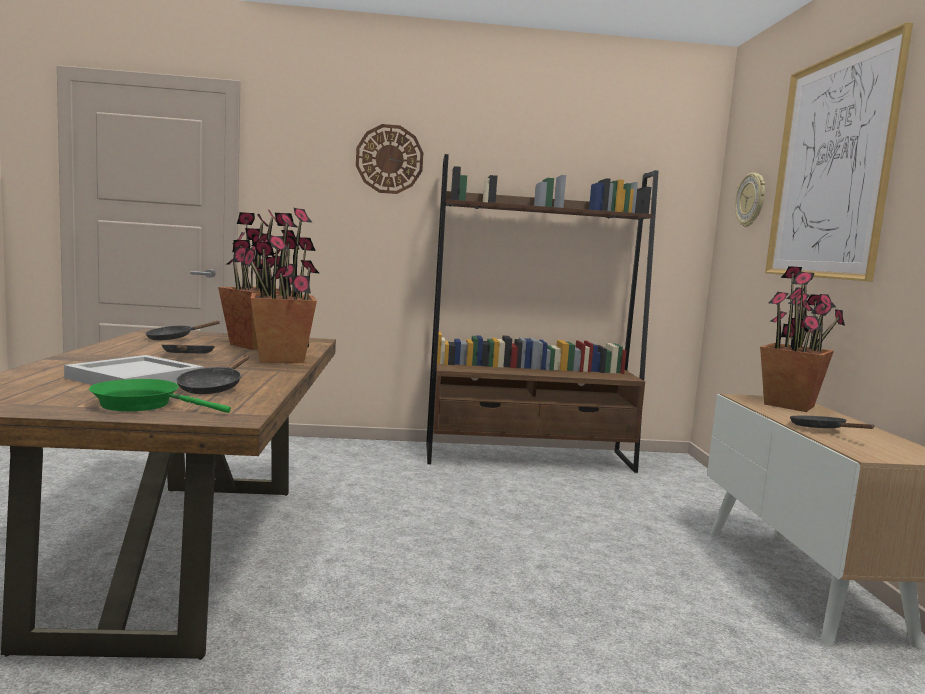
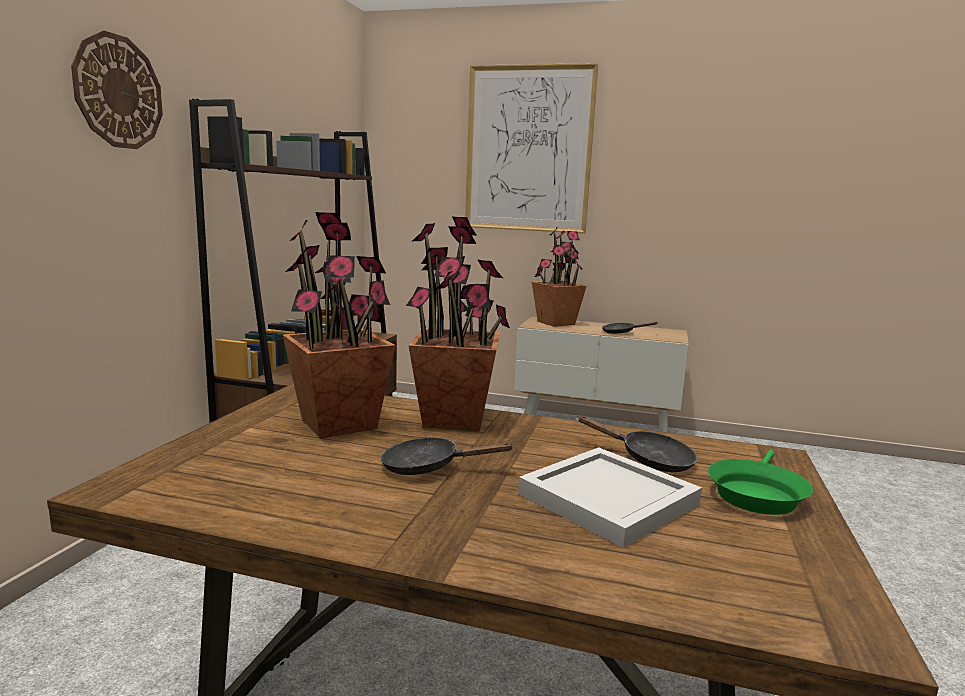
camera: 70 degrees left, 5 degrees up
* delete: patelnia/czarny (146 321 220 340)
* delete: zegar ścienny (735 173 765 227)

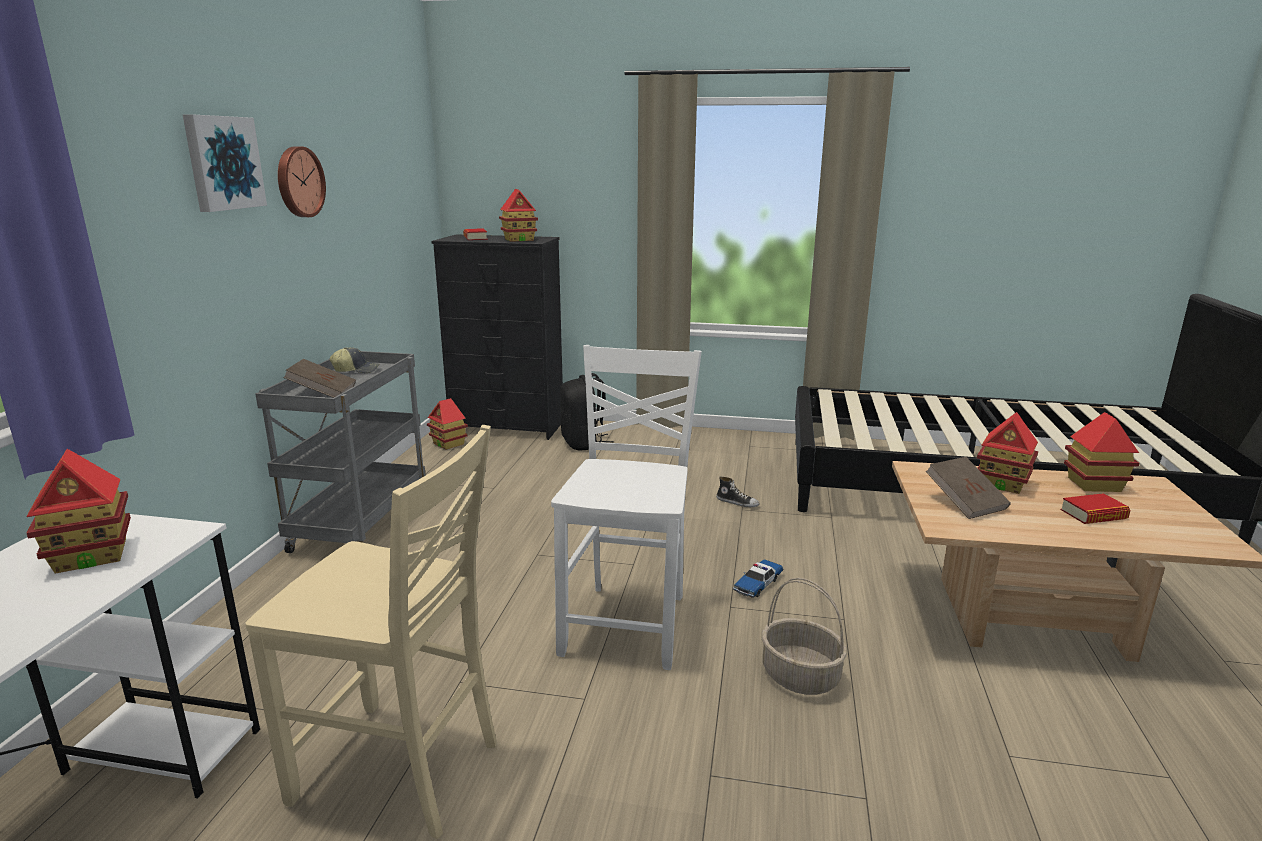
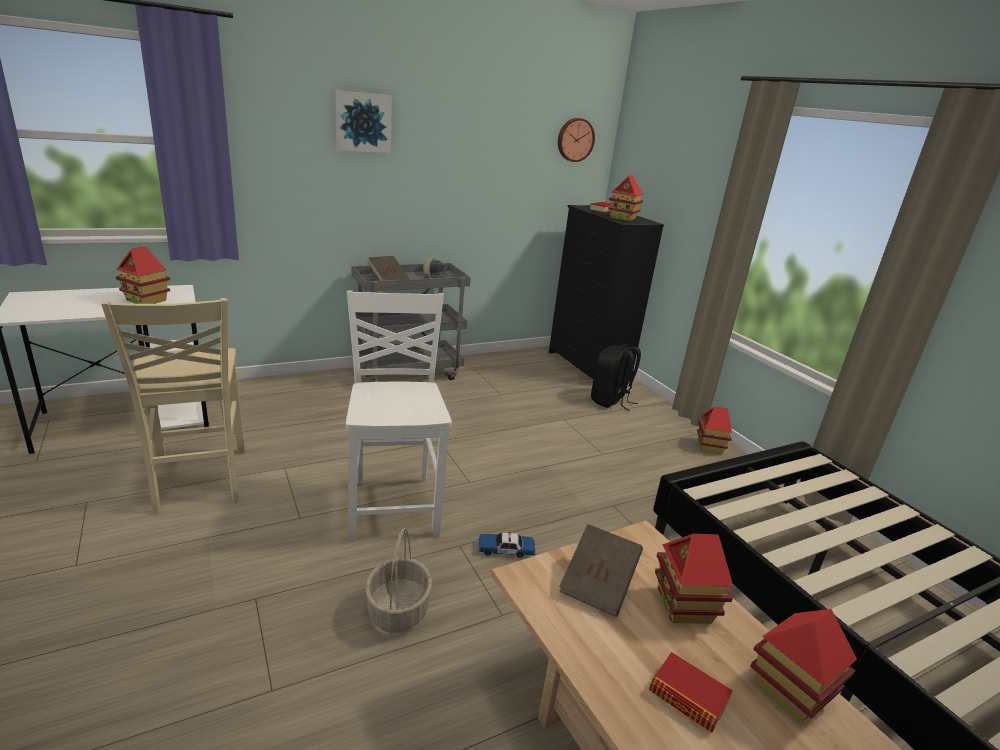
camera: 50 degrees right, 5 degrees up
* rotate: krzesło/biały (551 345 702 670) = (346 290 452 542) 75 degrees counterclockwise
* move: zegar ścienny (278 146 326 217) to (558 118 595 162)
* move: domek (427 398 468 450) to (697 406 732 454)
* delete: but (716 477 760 507)

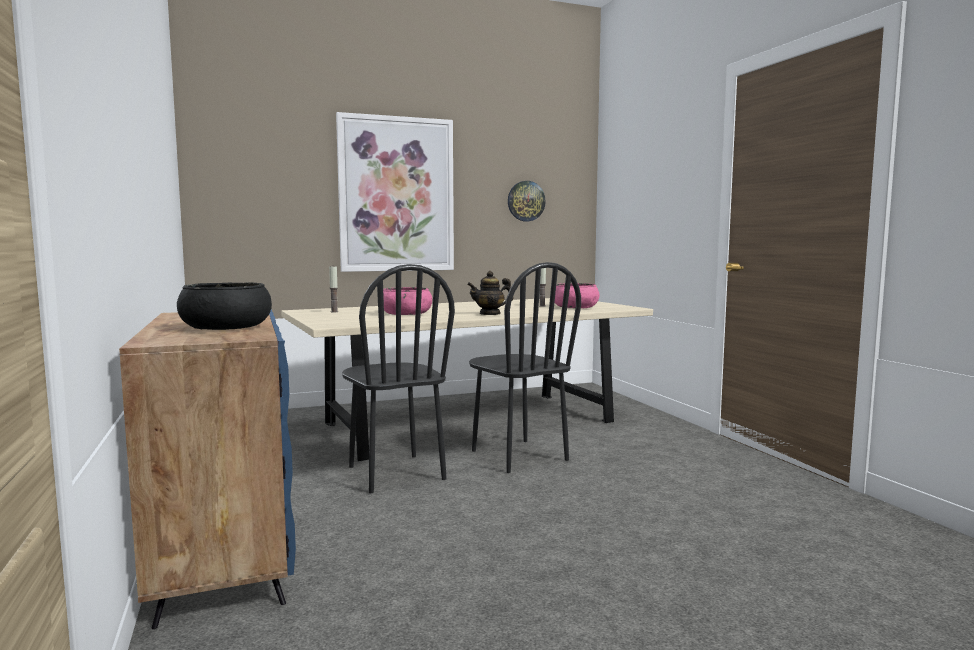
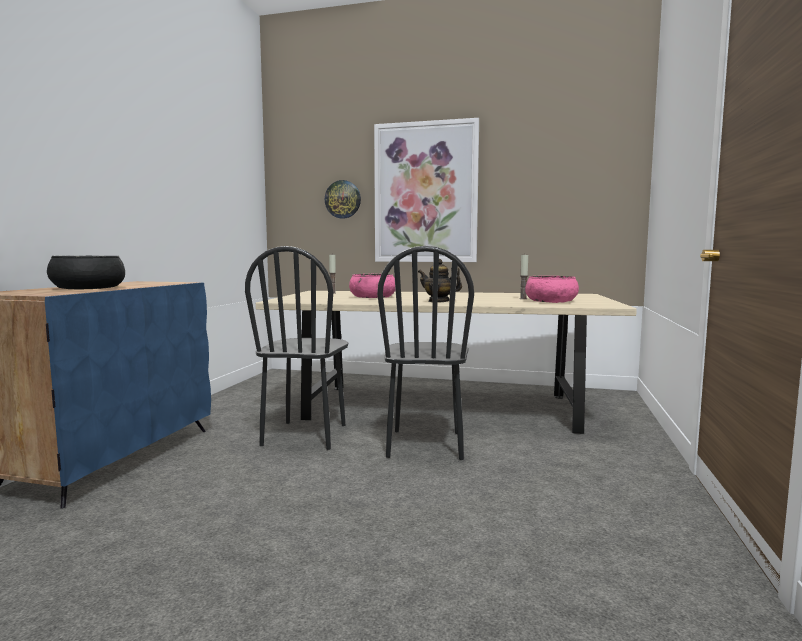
camera: 35 degrees right, 0 degrees up
* move: zegar ścienny (508 181 546 221) to (325 180 361 219)

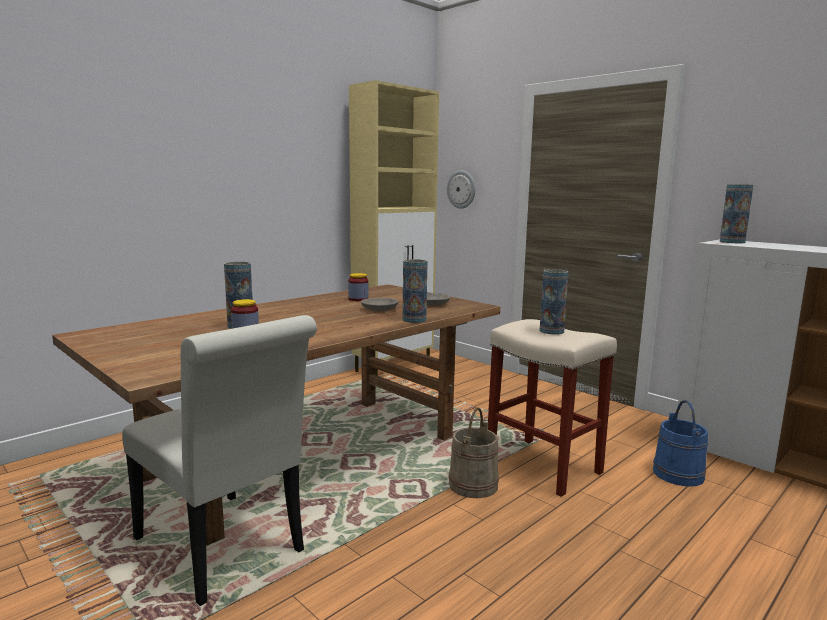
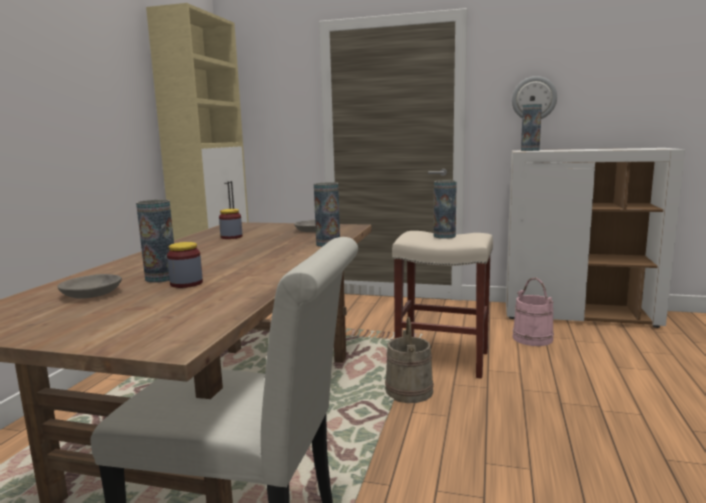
camera: 30 degrees left, 0 degrees up
* move: miska/szary (361 298 398 311) to (58 274 122 299)
* move: zegar ścienny (447 170 475 209) to (512 76 557 119)
* recolor: wiadro/niebieski (653 400 708 487) to wiadro/różowy (512 278 554 346)

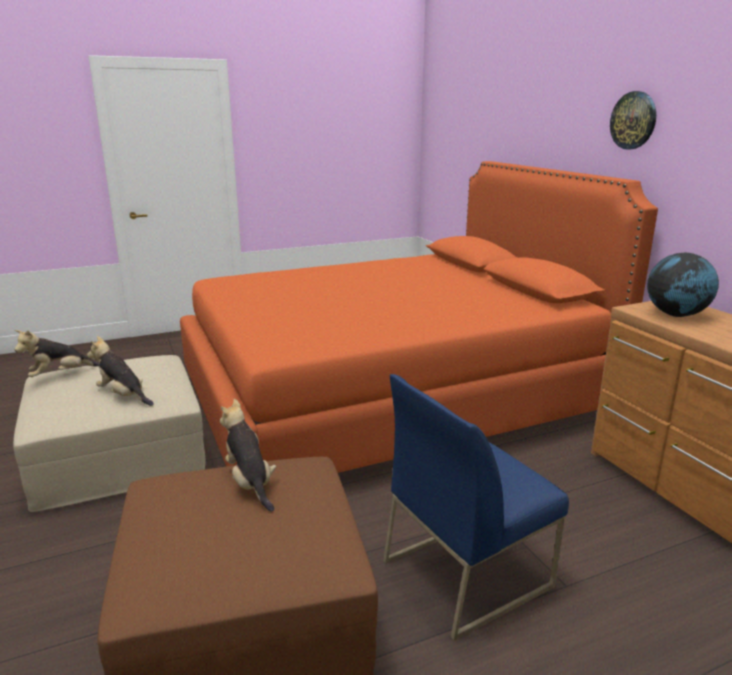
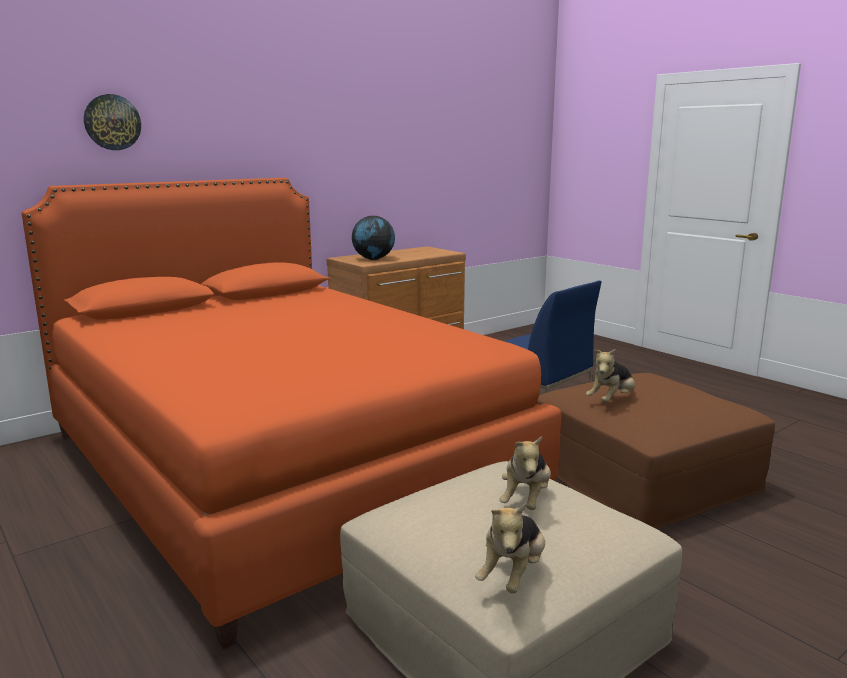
camera: 105 degrees left, 5 degrees down
* move: zegar ścienny (610 91 656 150) to (84 94 141 150)
* rotate: pluszak (14 330 99 377) = (475 503 545 593) 75 degrees clockwise

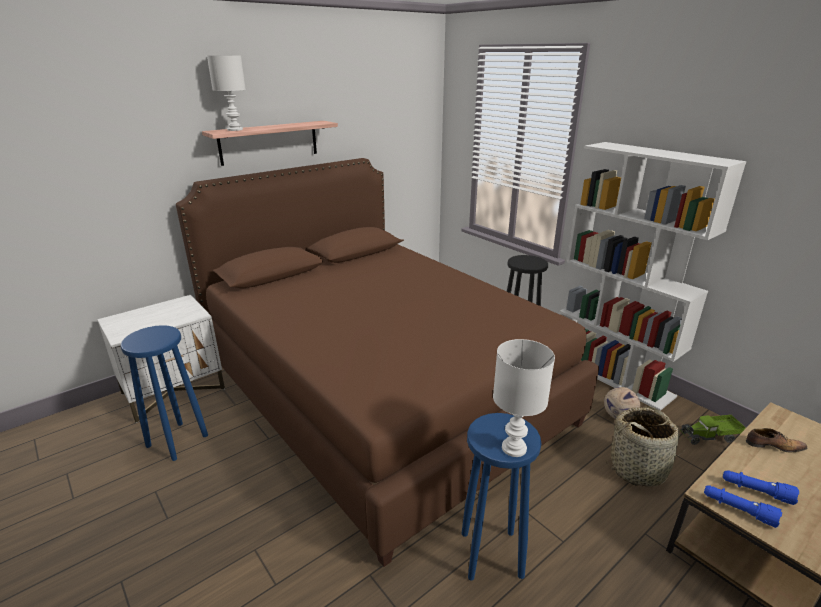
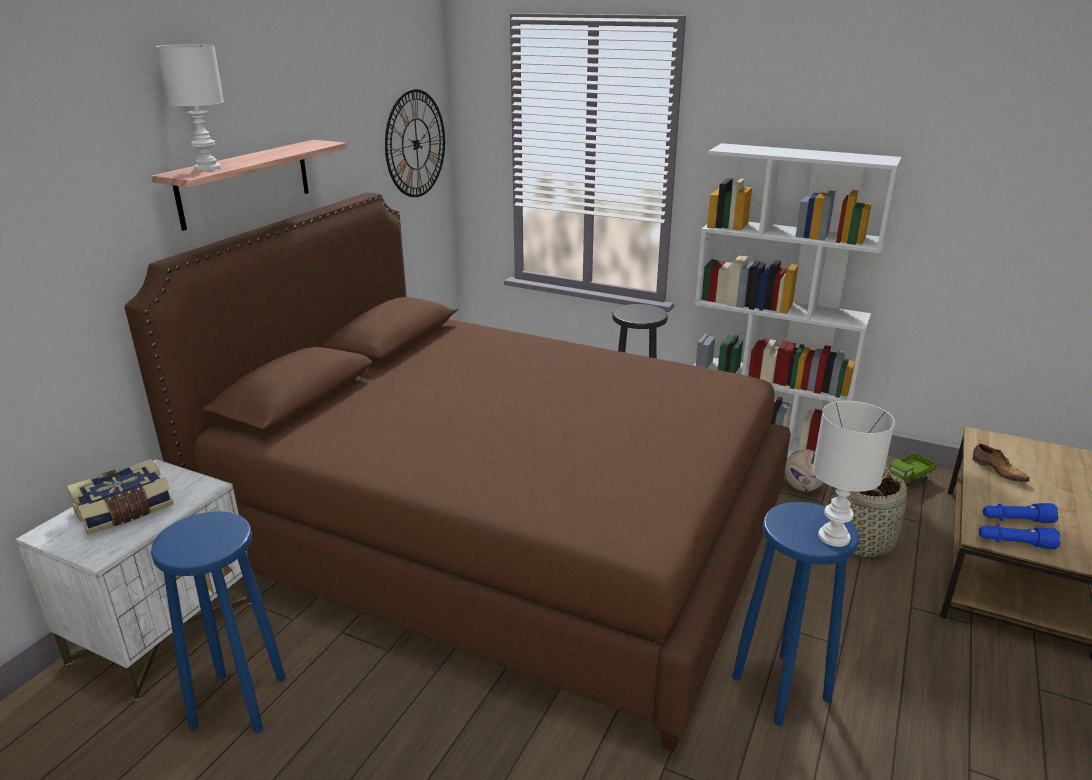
camera: 25 degrees left, 0 degrees up
* insert: książka (66 459 173 535)
* insert: zegar ścienny (385 89 445 197)
* rotate: but (746 428 807 452) = (972 444 1030 482) 75 degrees clockwise

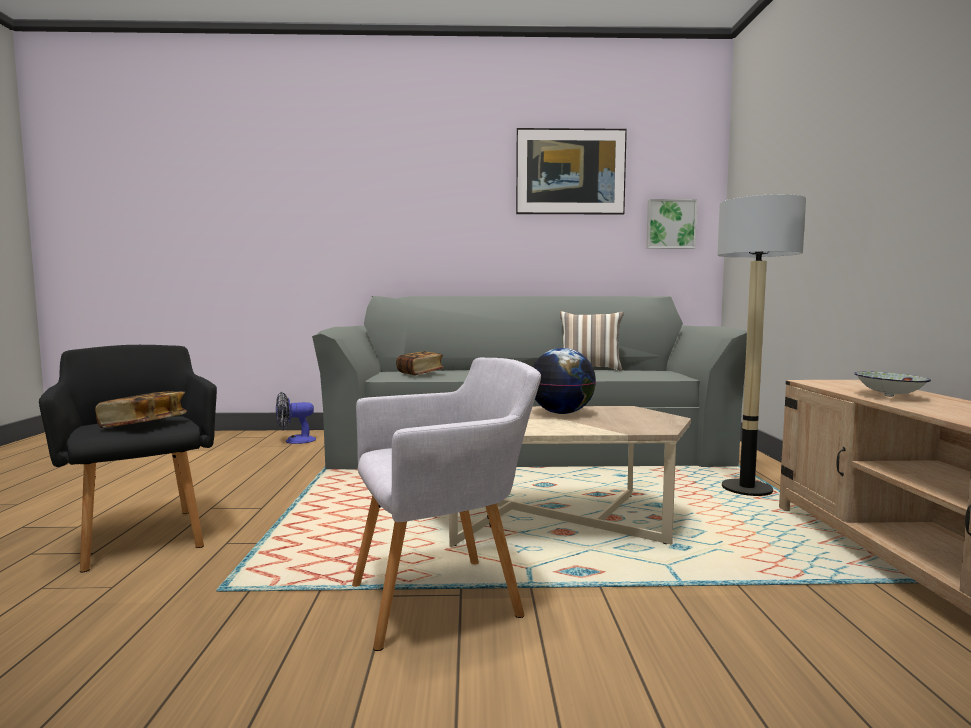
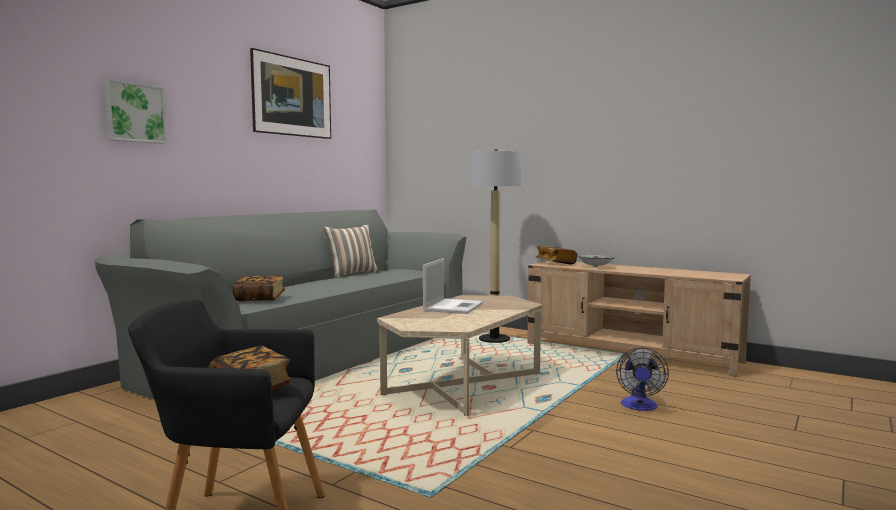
camera: 55 degrees left, 0 degrees up
* move: obraz (646 199 697 249) to (104 79 167 144)
* replace: globus (533 348 596 414) to laptop (423 258 483 314)
* insert: książka (536 246 577 265)
* move: wentylator (276 392 316 444) to (616 348 669 411)
* delete: fotel/szary (352 358 541 651)

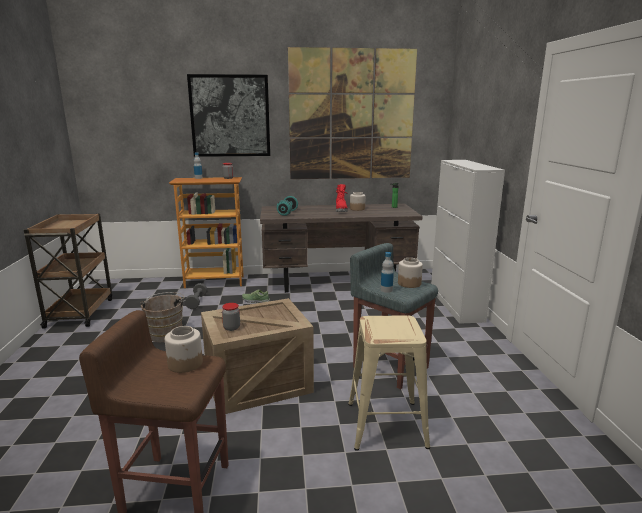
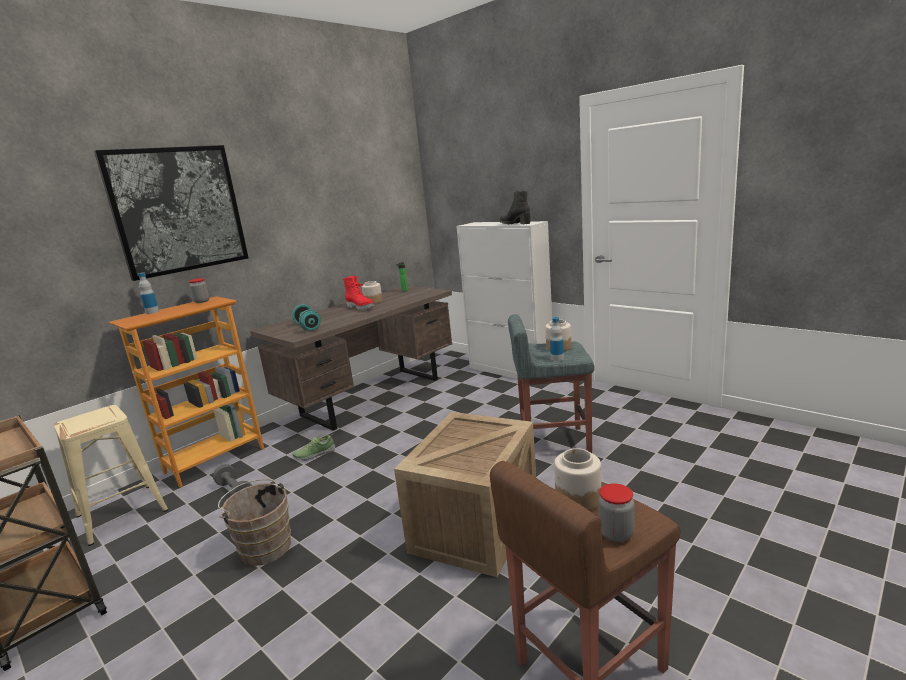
camera: 40 degrees left, 0 degrees up
* move: stołek/beżowy (348 315 430 451) to (54 405 168 546)
* insert: but z cholewką/czarny (500 191 530 224)
* move: słoik (222 303 240 331) to (598 484 634 542)
* delete: obraz (288 47 417 179)

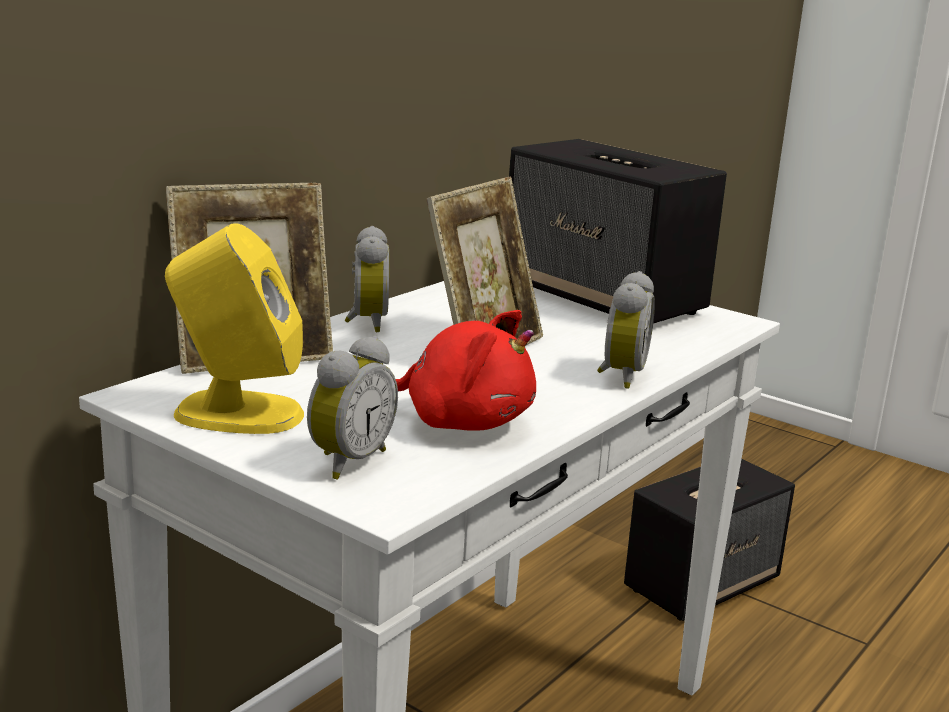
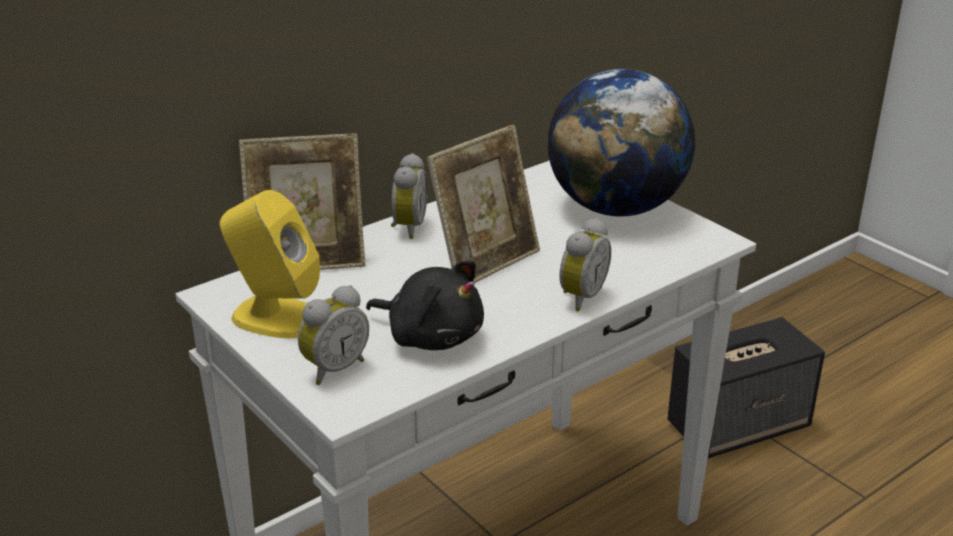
camera: 15 degrees right, 10 degrees up
* recolor: pluszak/czerwony (396 310 536 431) to pluszak/czarny (366 260 484 350)
* replace: głośnik (509 139 727 324) to globus (548 69 695 217)

